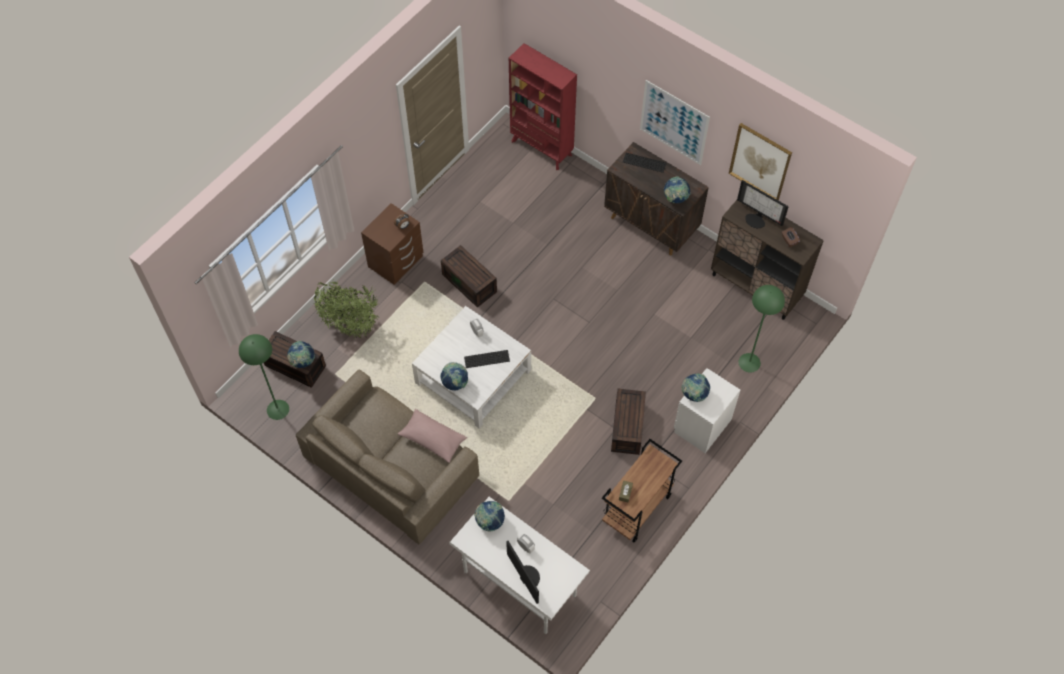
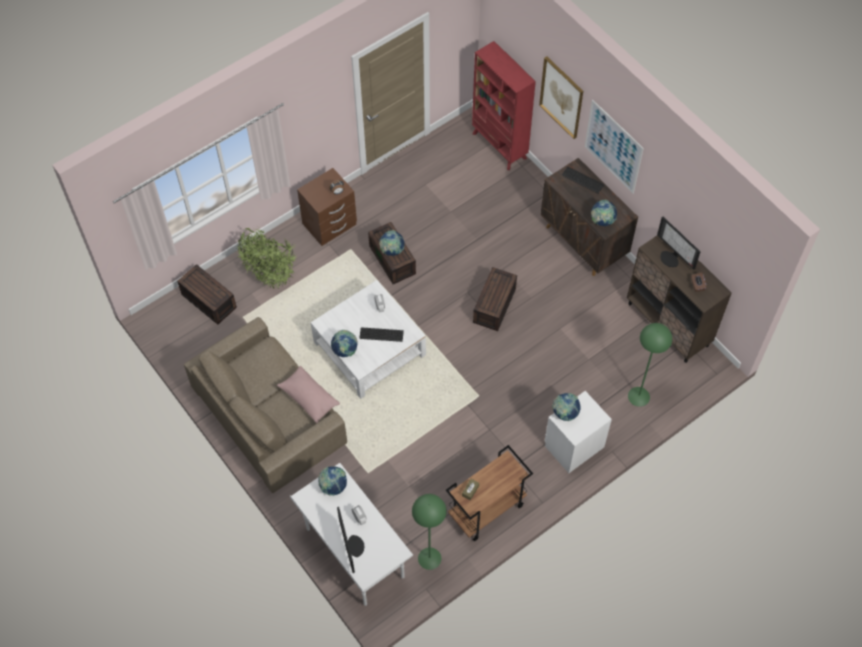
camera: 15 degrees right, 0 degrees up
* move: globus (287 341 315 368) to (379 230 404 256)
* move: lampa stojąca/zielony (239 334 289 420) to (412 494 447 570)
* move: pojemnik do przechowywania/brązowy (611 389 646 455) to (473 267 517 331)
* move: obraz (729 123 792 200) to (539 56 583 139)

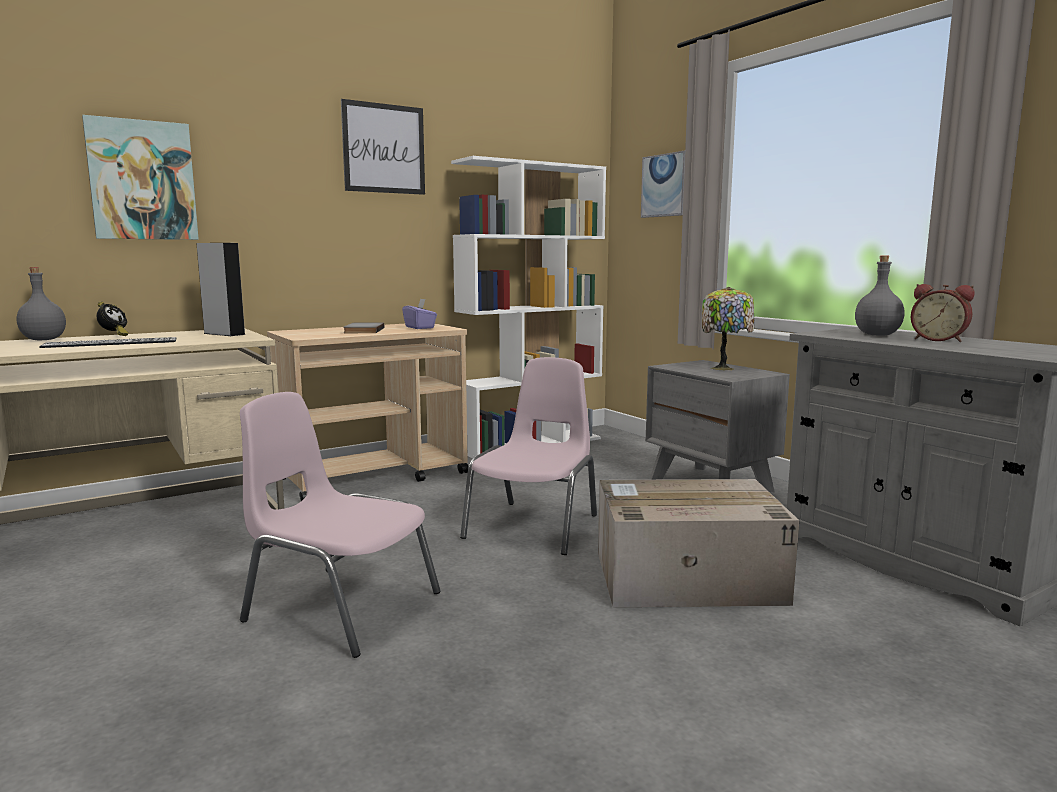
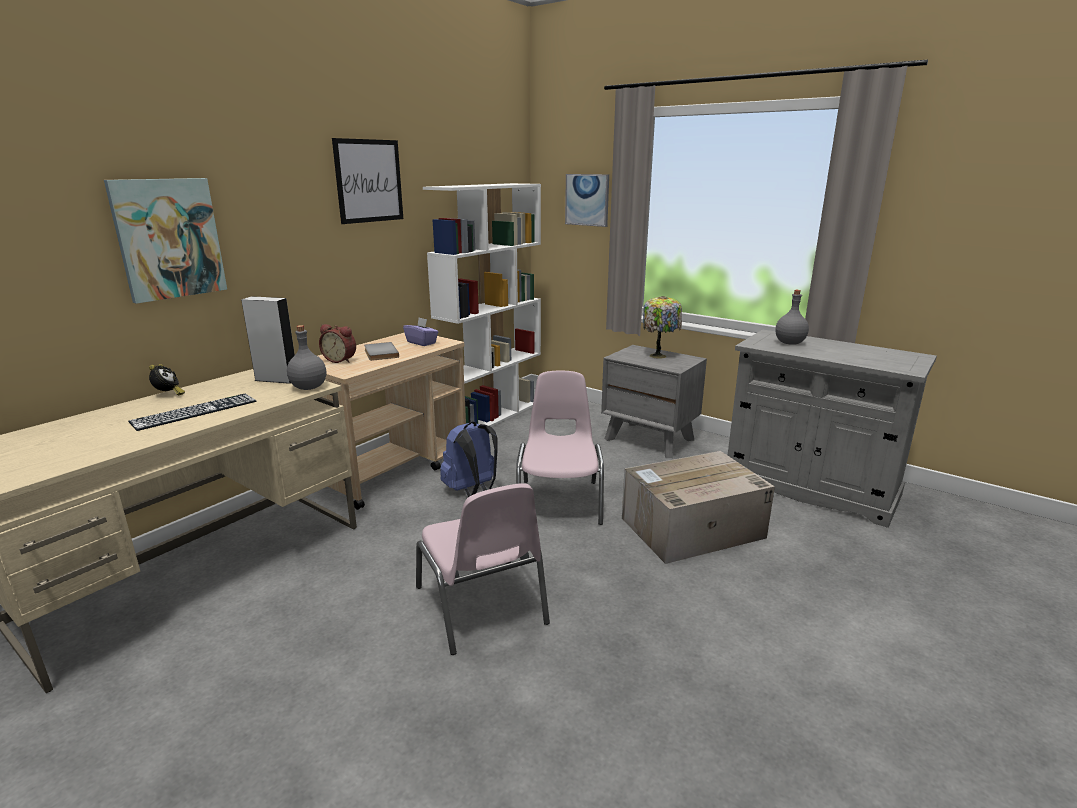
camera: 20 degrees left, 10 degrees up
* move: butelka/szary (17 267 66 340) to (287 325 326 390)
* move: budzik (911 284 975 342) to (319 324 356 363)
* rotate: krzesło/różowy (240 392 441 658) = (416 483 550 655) 120 degrees counterclockwise
* insert: plecak/niebieski (440 422 498 497)

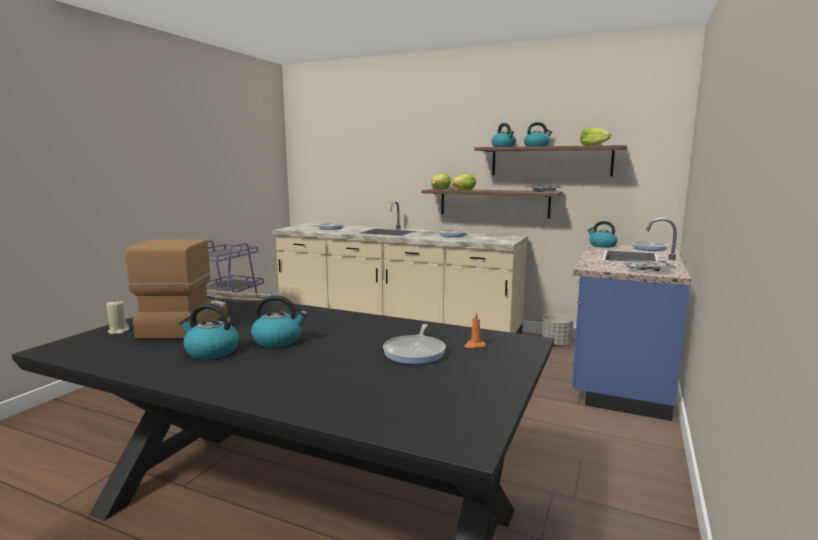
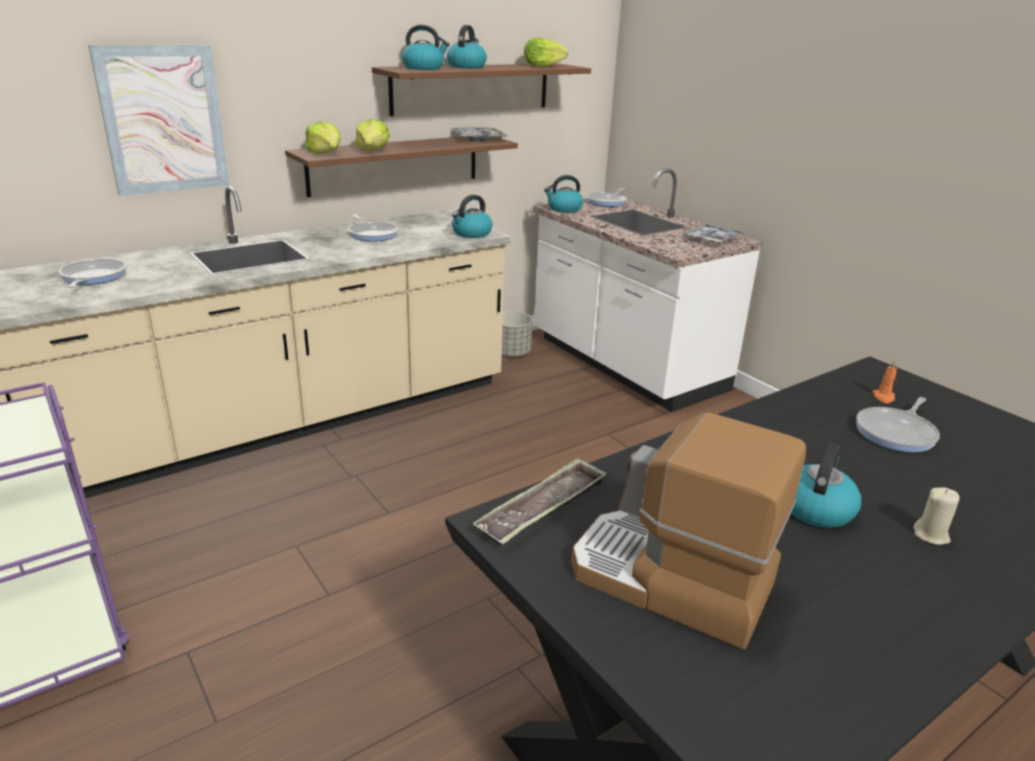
camera: 60 degrees left, 15 degrees up
* insert: obraz (89 45 229 196)
* move: czajnik (179 304 239 359) to (452 195 493 238)
* recolor: zabudowa kuchenna/niebieski (572 218 691 421) to zabudowa kuchenna/biały (533 168 763 412)
* rotate: patelnia (383 324 446 365) = (856 397 940 453) 90 degrees clockwise
* move: świeca/beżowy (106 300 130 334) to (914 487 960 545)

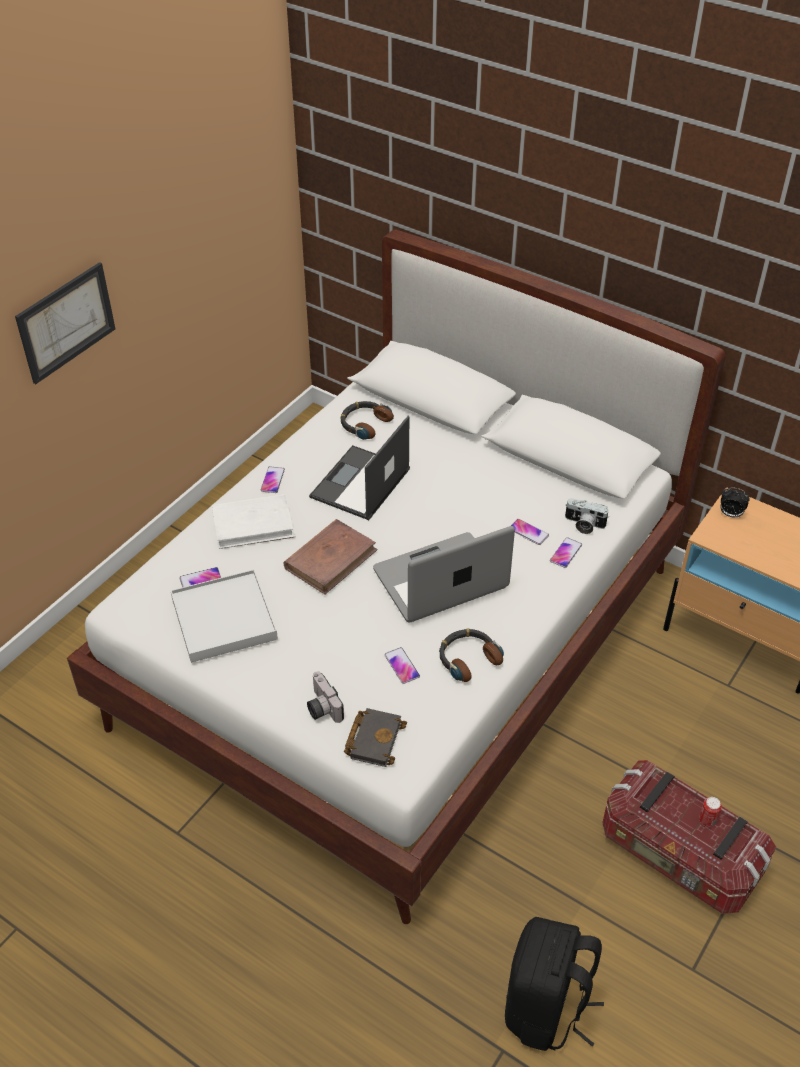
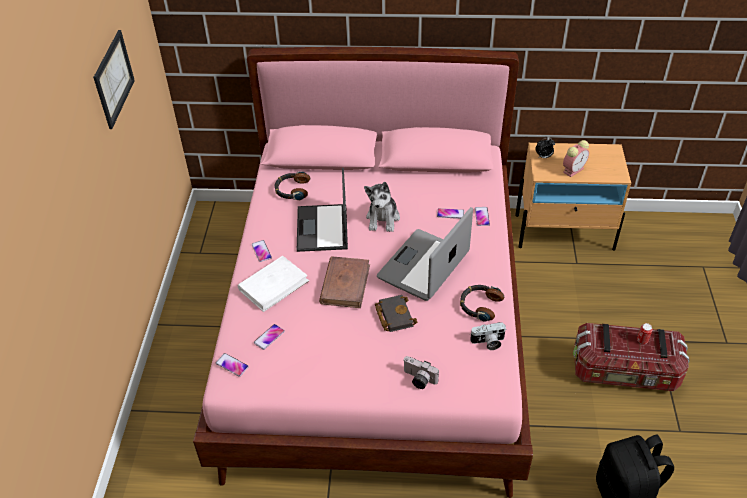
camera: 30 degrees left, 0 degrees up
* move: obraz (15 262 115 384) to (93 30 135 129)
* recolor: łóżko/biały (67 229 725 924) to łóżko/różowy (193 47 533 498)
* move: telefon (384 647 420 684) to (216 353 249 377)
* insert: pluszak (364 182 400 232)
* move: książka/czarny (344 708 407 767) to (375 295 417 332)
* move: aparat fotograficzny (565 498 609 534) to (470 322 506 350)
* insert: budzik (563 140 589 177)
* delete: taca/biały (170 569 278 663)

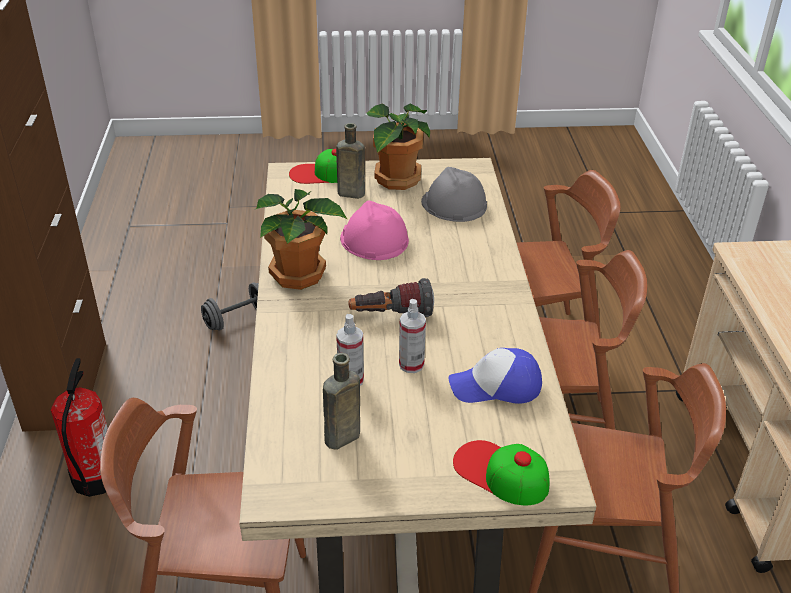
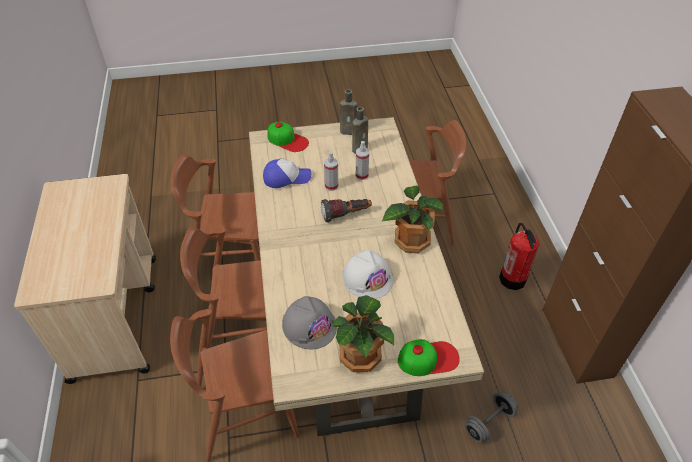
camera: 175 degrees right, 10 degrees up
* move: butelka/brązowy (336 123 365 199) to (340 89 358 135)
* recolor: kask/różowy (340 201 409 260) to kask/biały (342 250 393 299)

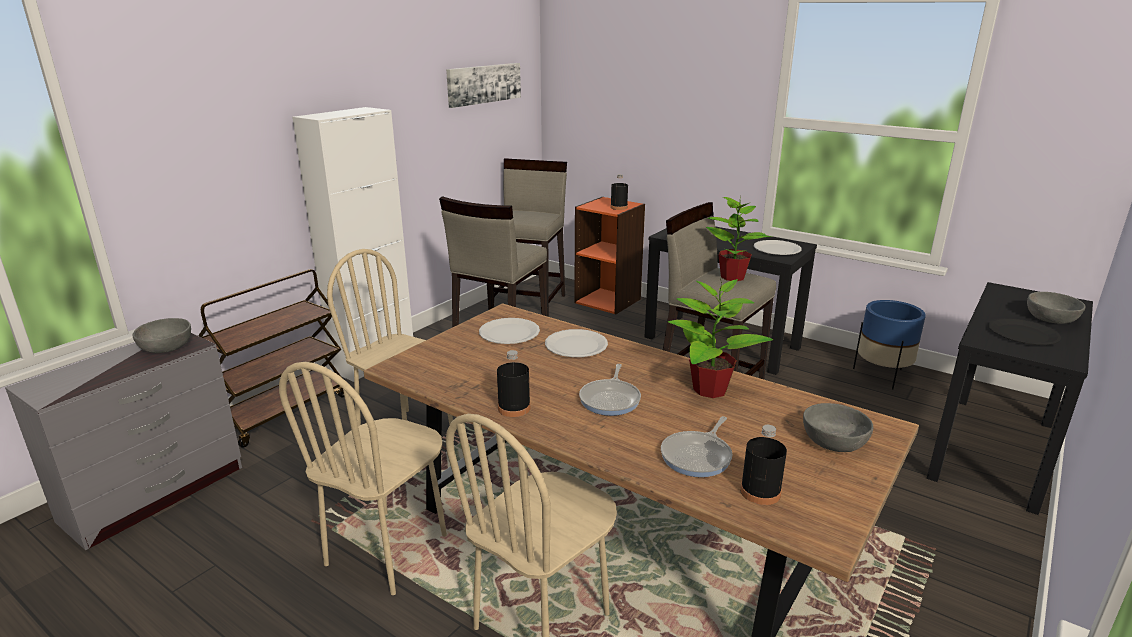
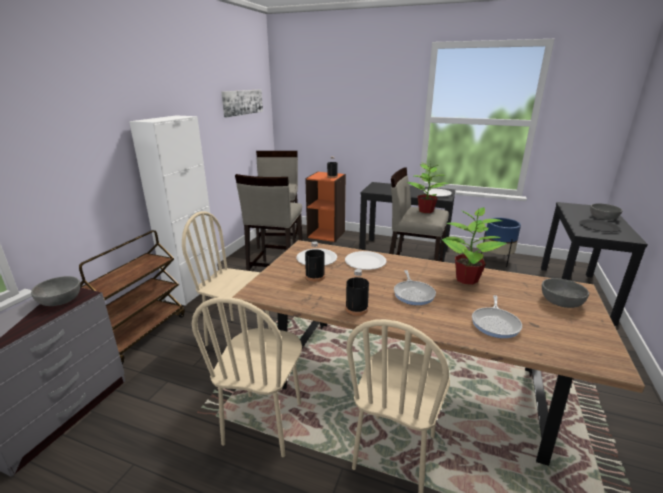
camera: 15 degrees left, 0 degrees up
* move: butelka/czarny (740 425 787 505) to (305 242 325 282)

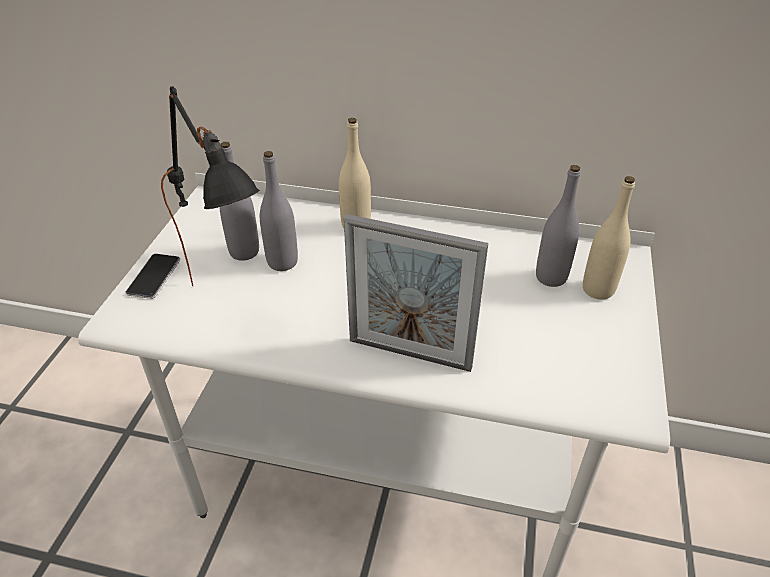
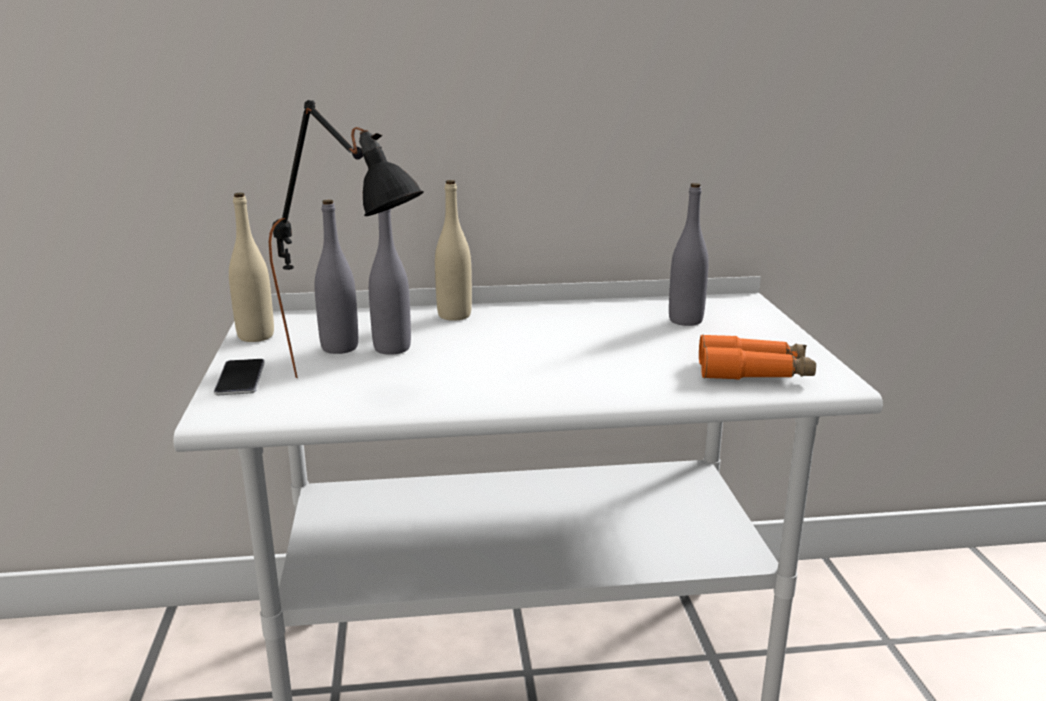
camera: 20 degrees left, 20 degrees down
* move: butelka/beżowy (583 176 635 300) to (229 193 274 342)
* insert: lornetka/pomarańczowy (699 334 816 380)
* delete: ramka na zdjęcie (344 214 488 372)

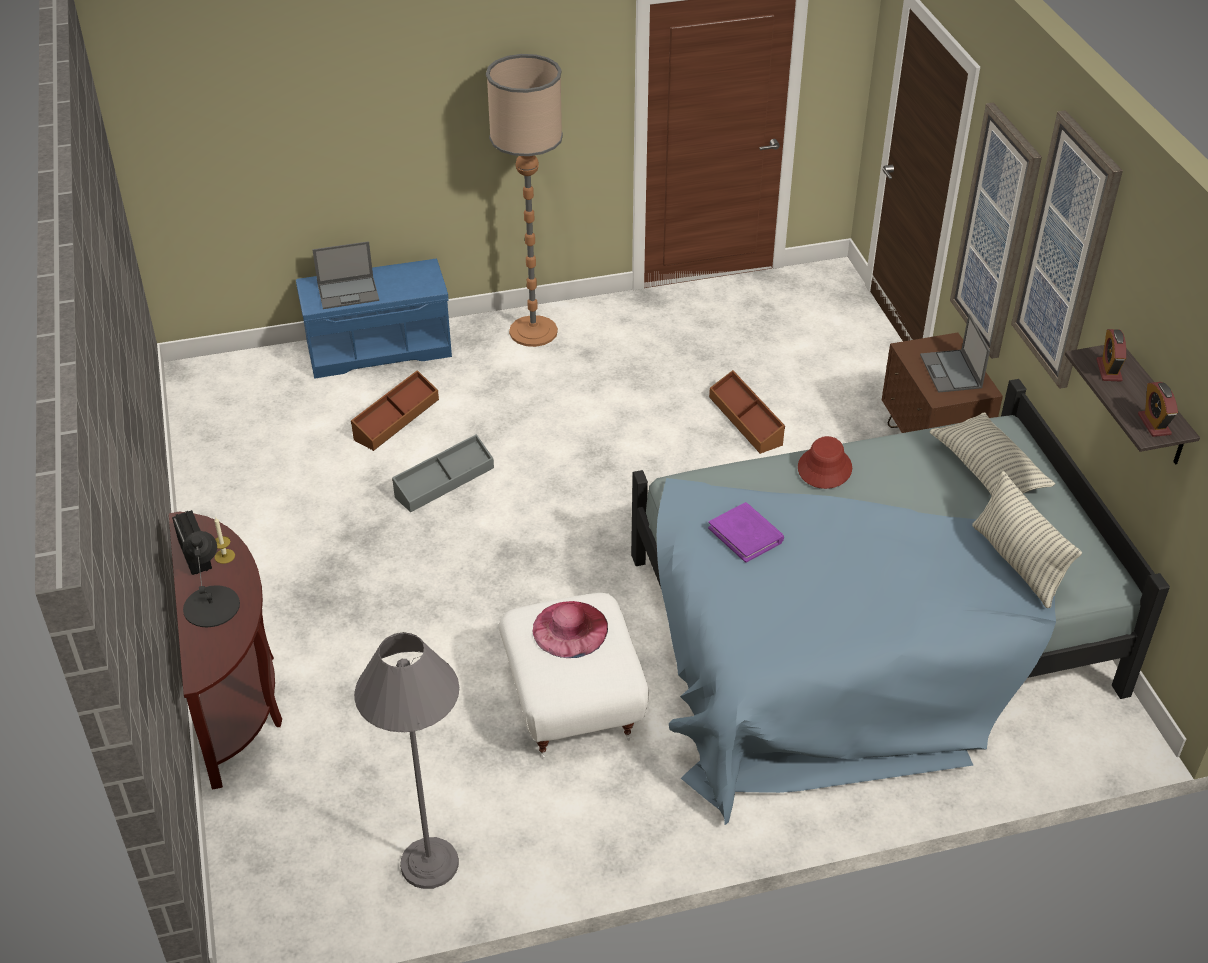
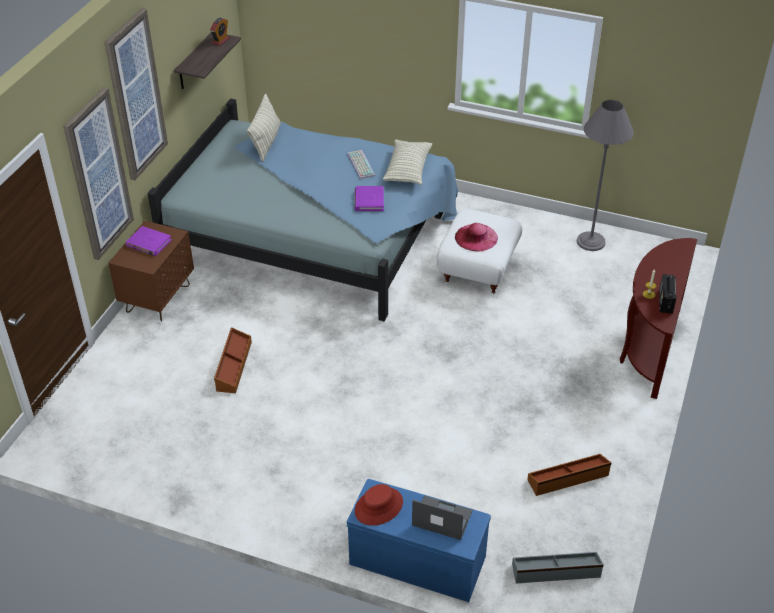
camera: 145 degrees left, 0 degrees up
* replace: laptop (920 314 990 393) to książka/fioletowy (126 226 172 256)
* insert: klawiatura (348 150 375 179)
* move: kapelusz/czerwony (798 436 852 489) to (355 484 403 526)
* move: poduszka (929 413 1055 496) to (383 140 432 185)
* move: pojemnik do przechowywania/szary (392 434 494 512) to (512 552 604 583)
* move: pojemnik do przechowywania/brązowy (351 370 439 451) to (527 454 611 496)
* delete: lampa stołowa/czarny (183 531 240 627)
* delete: lampa stojąca (486 54 563 347)
* delete: budzik (1096 329 1126 381)

